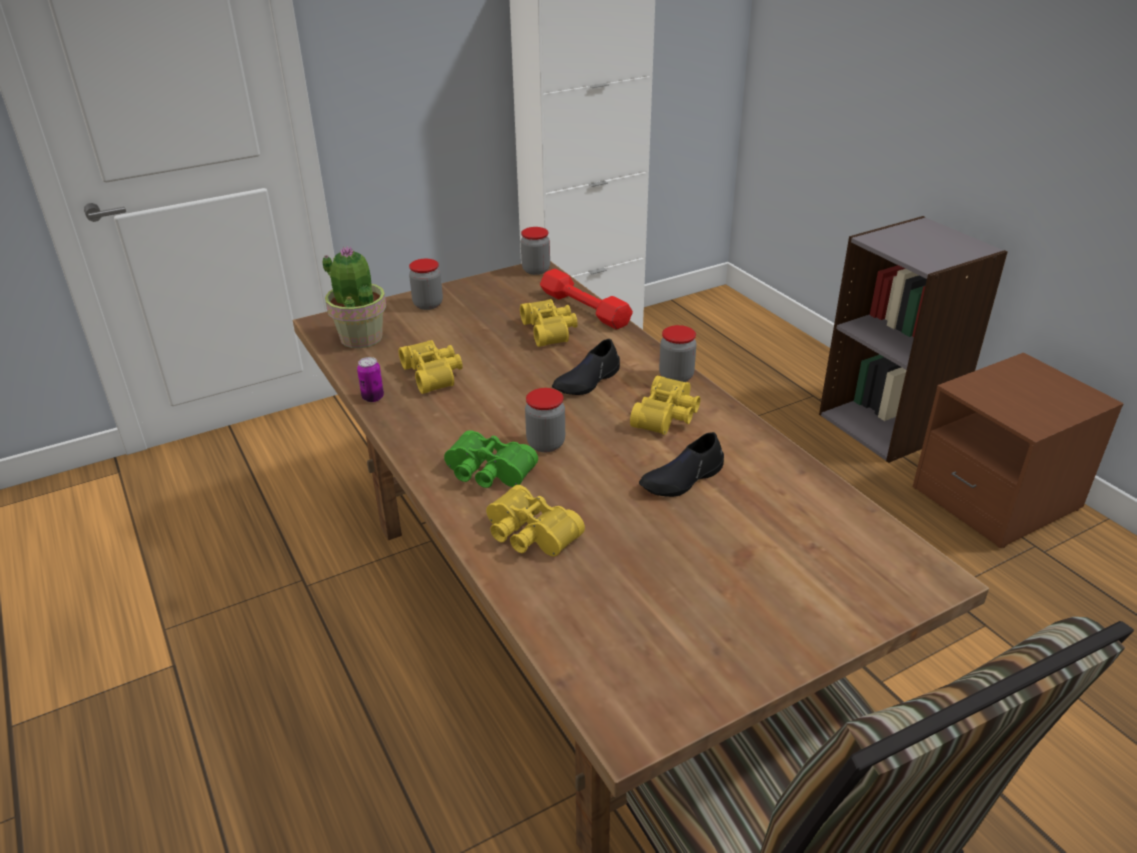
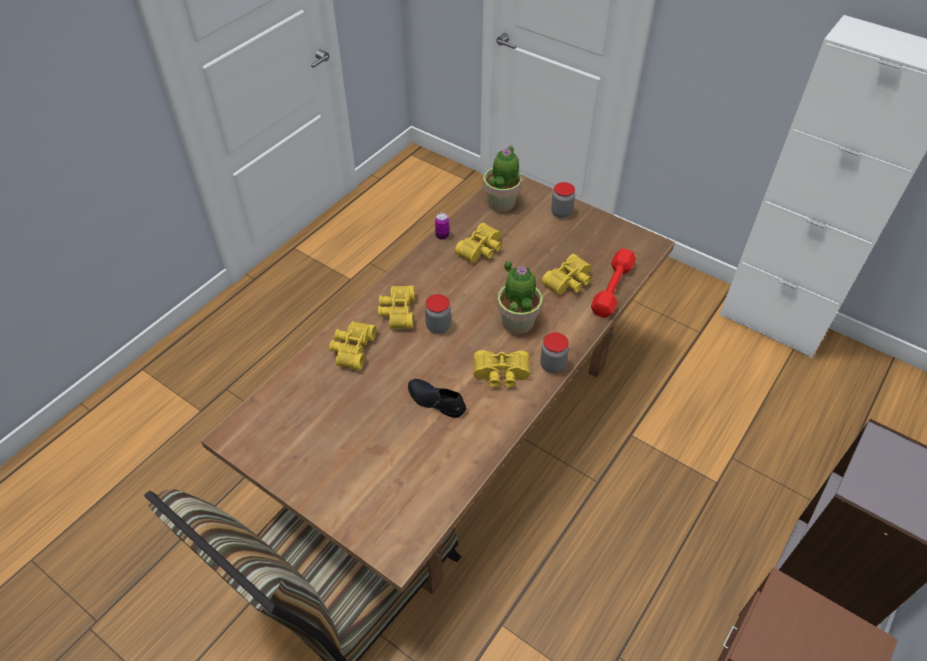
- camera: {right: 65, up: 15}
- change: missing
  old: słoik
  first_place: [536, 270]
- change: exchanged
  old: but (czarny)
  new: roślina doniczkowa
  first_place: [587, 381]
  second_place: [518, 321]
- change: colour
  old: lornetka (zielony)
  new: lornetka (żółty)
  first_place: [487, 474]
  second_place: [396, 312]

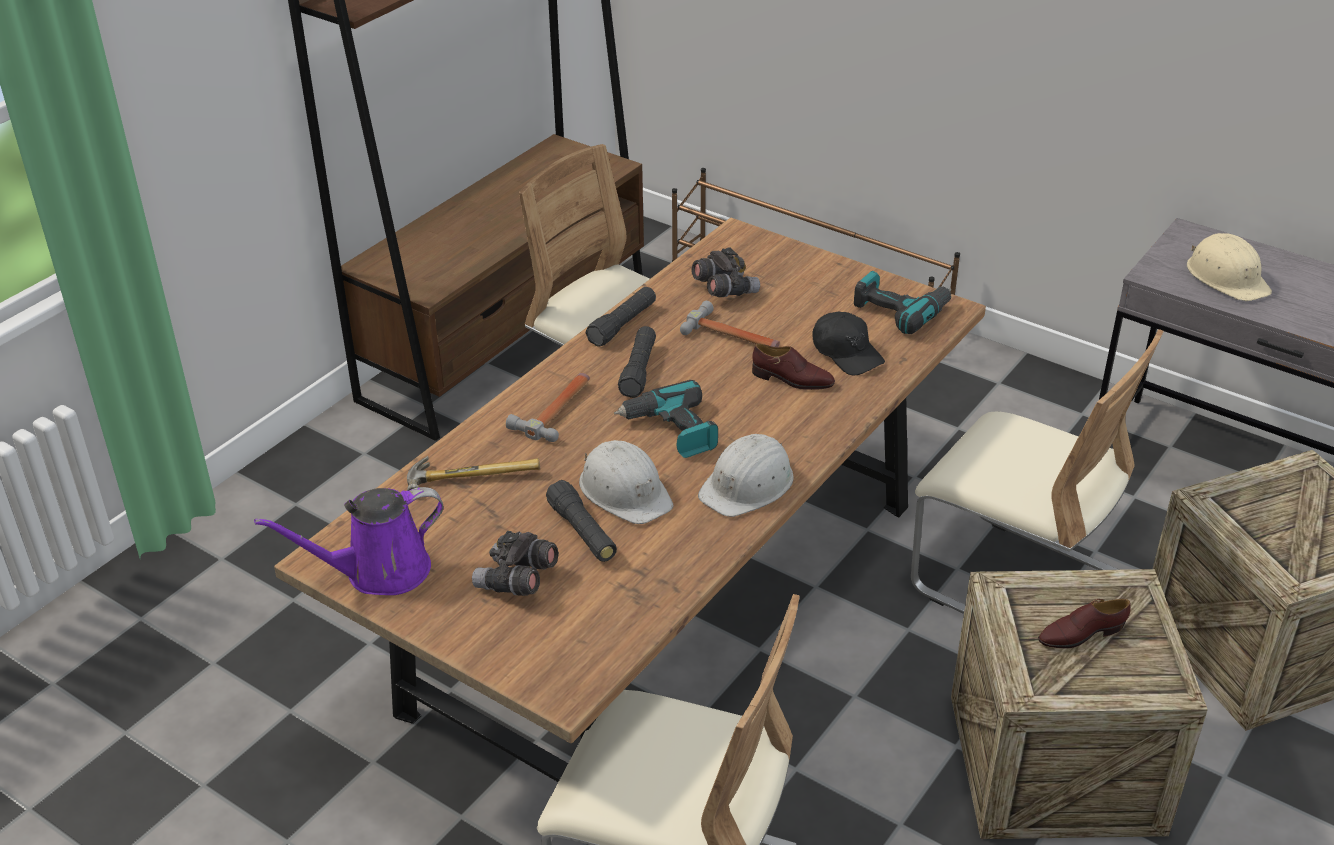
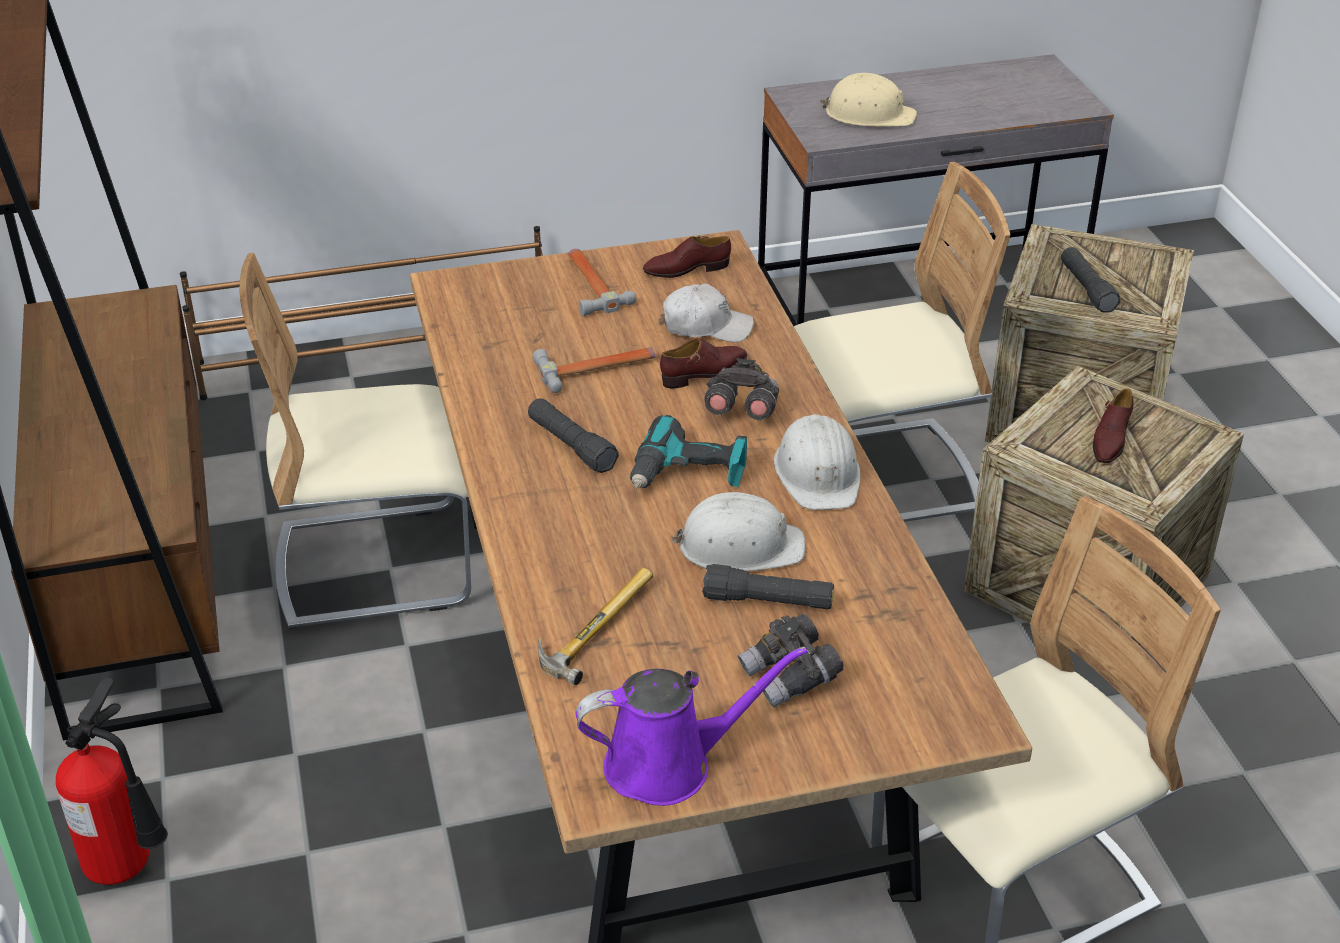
- camera: {right: -50, up: 0}
- change: appeared
  new: gaśnica
  second_place: [129, 865]
- change: relocated
  old: młotek
  first_place: [557, 409]
  second_place: [591, 285]
- change: relocated
  old: latarka (czarny)
  first_place: [622, 325]
  second_place: [1086, 289]
- change: relocated
  old: lornetka (szary)
  first_place: [724, 290]
  second_place: [741, 411]
- change: exchanged
  old: wiertarka
  new: but (brązowy)
  first_place: [900, 310]
  second_place: [686, 269]
- change: colour
  old: czapka z daszkiem (czarny)
  new: czapka z daszkiem (biały)
  first_place: [846, 353]
  second_place: [706, 326]
- change: spun
  old: konewka (fioletowy)
  first_place: [379, 572]
  second_place: [669, 764]
  degrees: -120

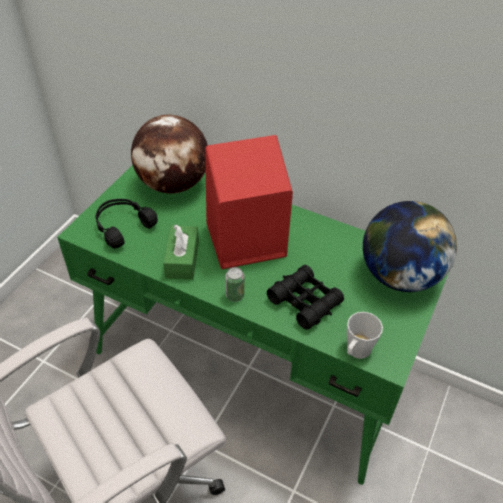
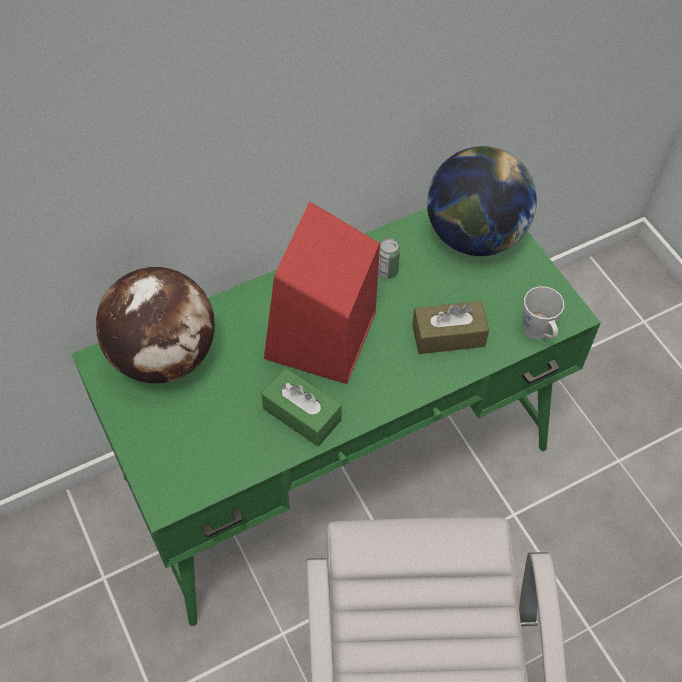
- camera: {right: -55, up: 10}
- change: missing
  old: słuchawki (czarny)
  first_place: [122, 226]
- change: relocated
  old: puszka
  first_place: [234, 295]
  second_place: [387, 271]
- change: exchanged
  old: lornetka (czarny)
  new: pudełko chusteczek (brązowy)
  first_place: [304, 301]
  second_place: [448, 335]

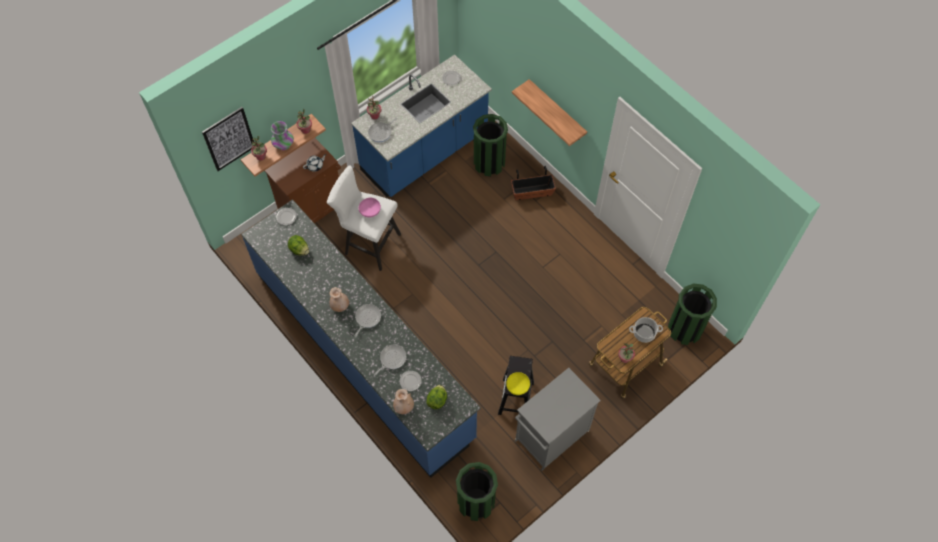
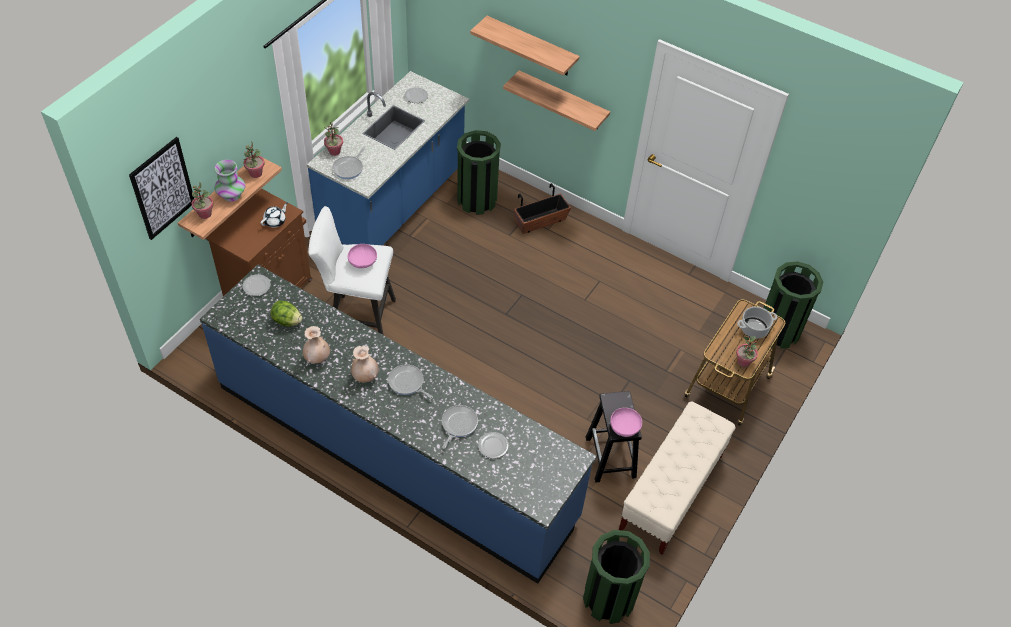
- camera: {right: -20, up: -10}
- change: missing
  old: sałata
  first_place: [437, 400]
- change: appeared
  new: półka
  second_place: [531, 47]
- change: relocated
  old: wazon (beżowy)
  first_place: [403, 407]
  second_place: [317, 358]
- change: exchanged
  old: szafka (szary)
  new: ławka (beżowy)
  first_place: [551, 436]
  second_place: [671, 492]
- change: colour
  old: miska (żółty)
  new: miska (różowy)
  first_place: [518, 387]
  second_place: [625, 428]
- change: spun
  old: patelnia
  first_place: [367, 318]
  second_place: [407, 383]
  degrees: -60

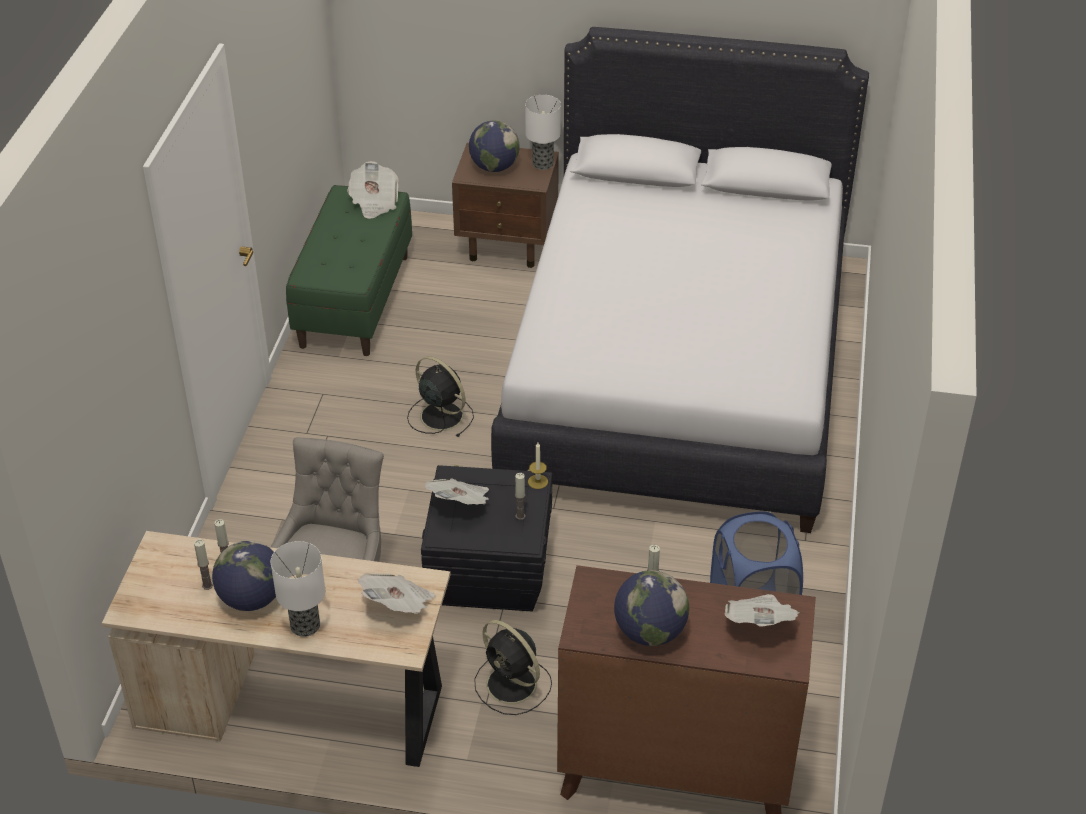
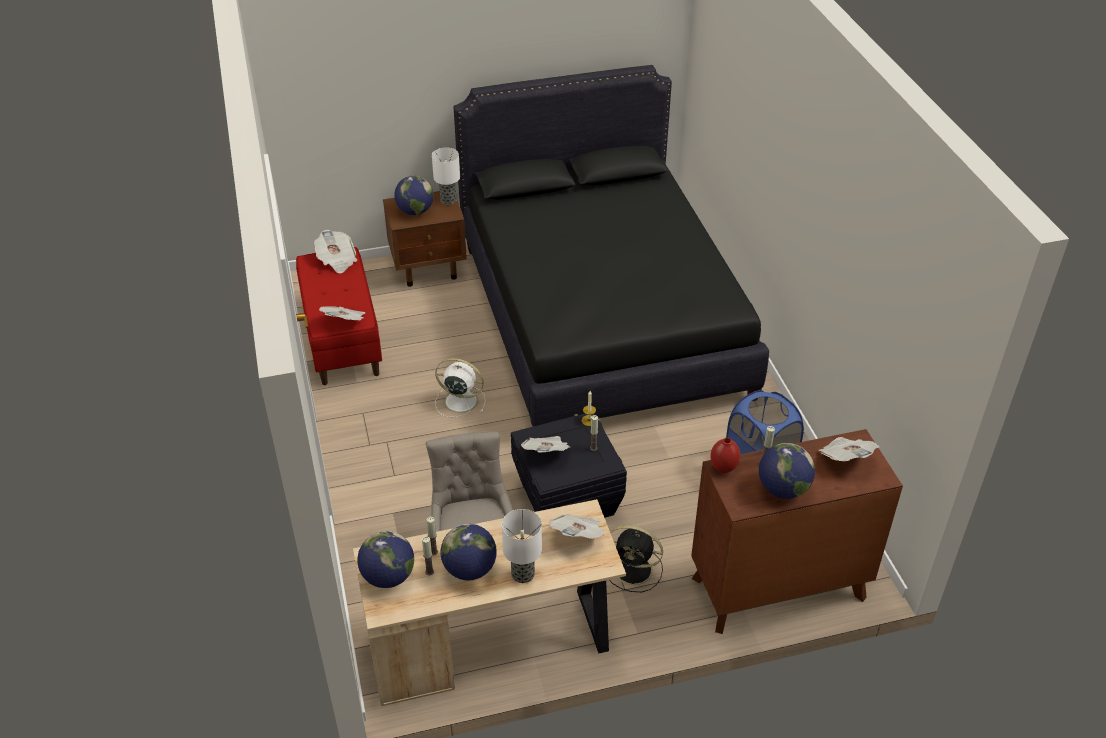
- camera: {right: -25, up: 0}
- change: appeared
  new: gazeta
  second_place: [345, 322]
- change: appeared
  new: globus
  second_place: [388, 577]
- change: appeared
  new: wazon (czerwony)
  second_place: [723, 468]
- change: colour
  old: ławka (zielony)
  new: ławka (czerwony)
  first_place: [354, 300]
  second_place: [342, 339]
- change: colour
  old: wentylator (czarny)
  new: wentylator (biały)
  first_place: [440, 415]
  second_place: [459, 401]
- change: colour
  old: łóżko (biały)
  new: łóżko (czarny)
  first_place: [677, 368]
  second_place: [601, 318]

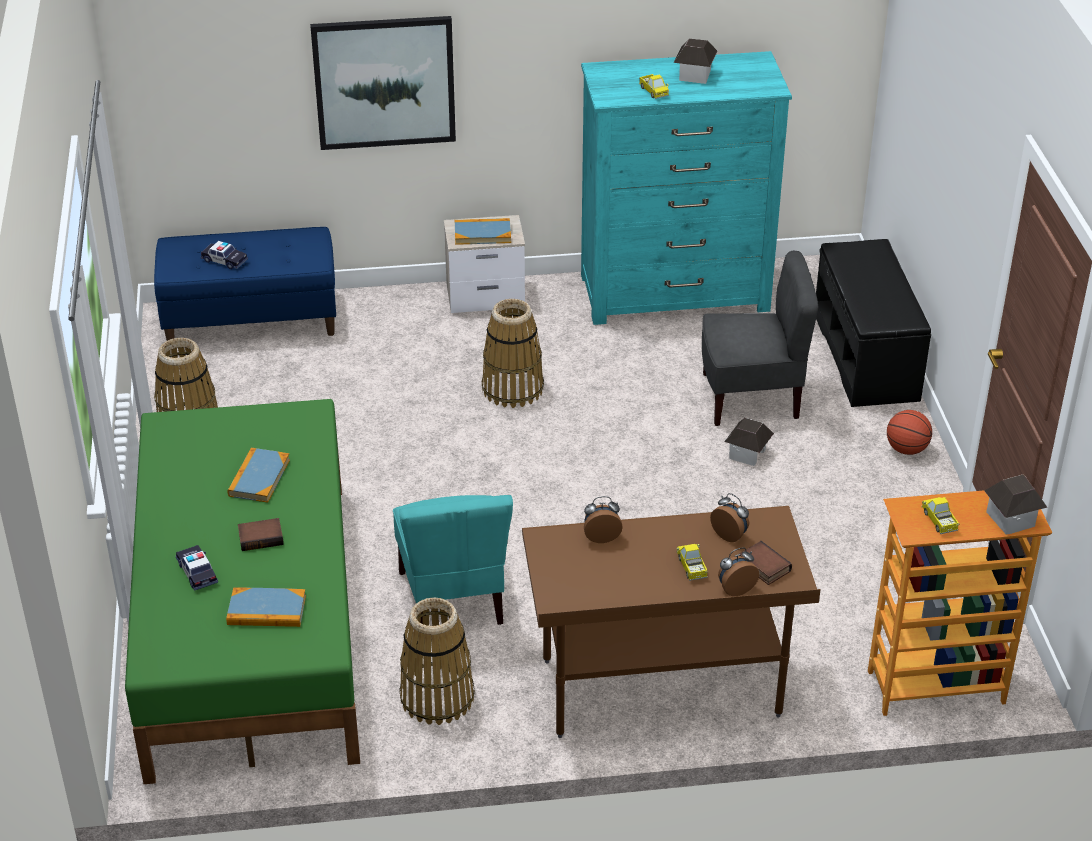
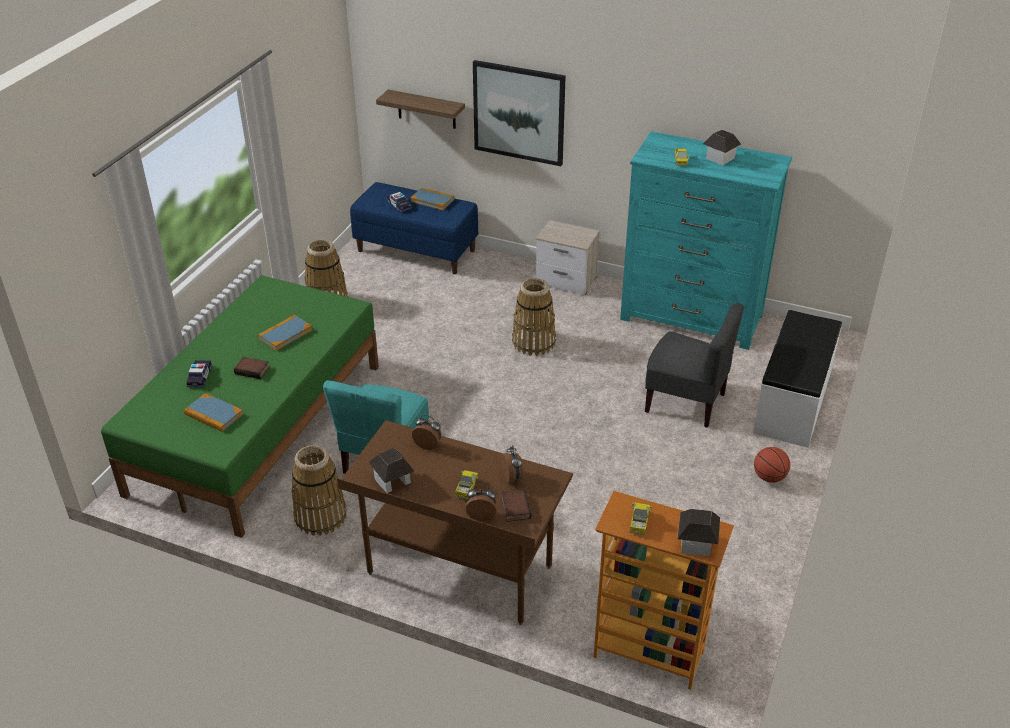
- camera: {right: 30, up: 0}
- change: appeared
  new: półka
  second_place: [426, 109]
- change: relocated
  old: książka
  first_place: [482, 234]
  second_place: [432, 200]
- change: relocated
  old: domek
  first_place: [747, 454]
  second_place: [392, 480]
- change: colour
  old: ławka (czarny)
  new: ławka (biały)
  first_place: [866, 356]
  second_place: [794, 402]

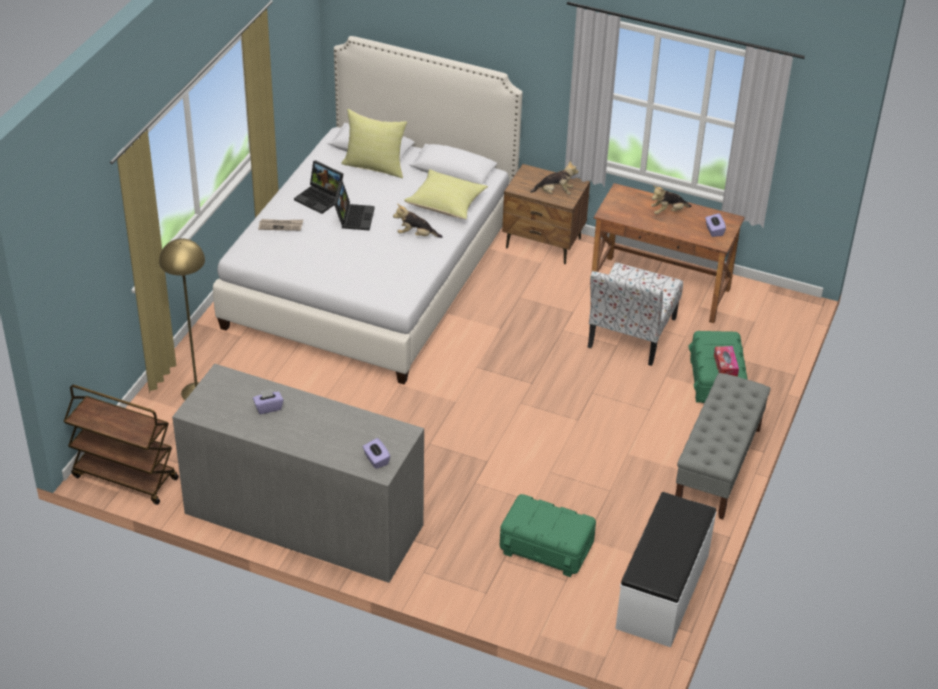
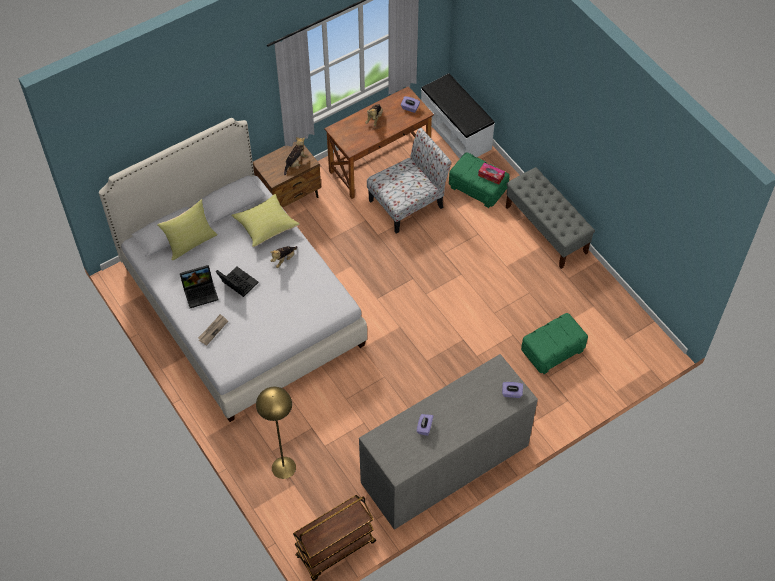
- camera: {right: -55, up: 15}
- change: relocated
  old: ławka (biały)
  first_place: [663, 591]
  second_place: [456, 131]
- change: spun
  old: krzesło
  first_place: [631, 334]
  second_place: [408, 203]
  degrees: -90

